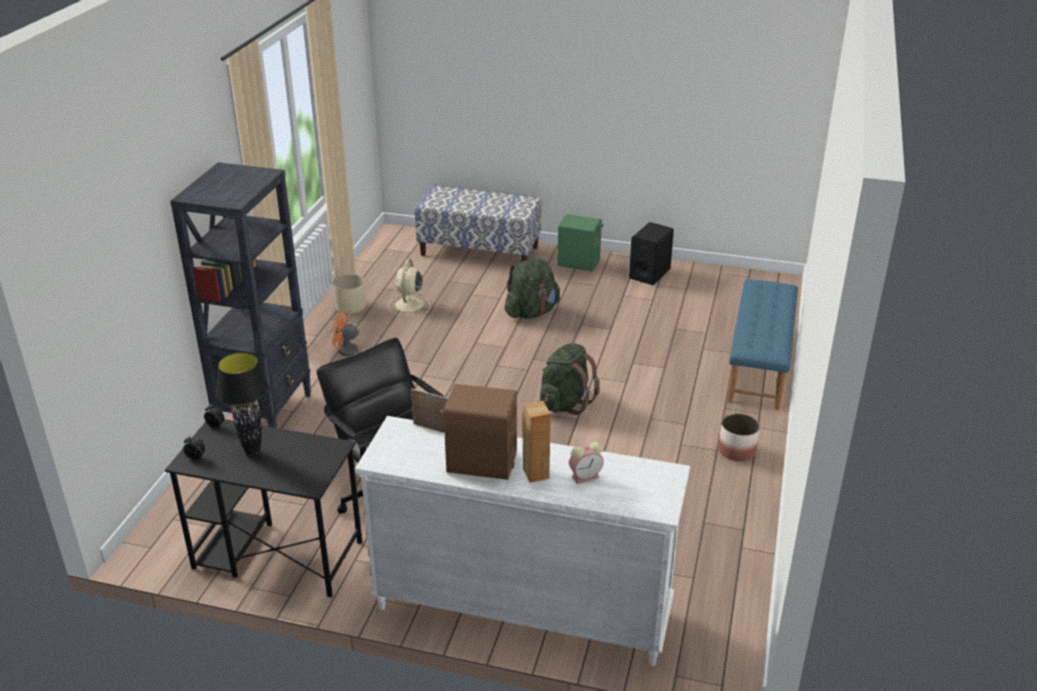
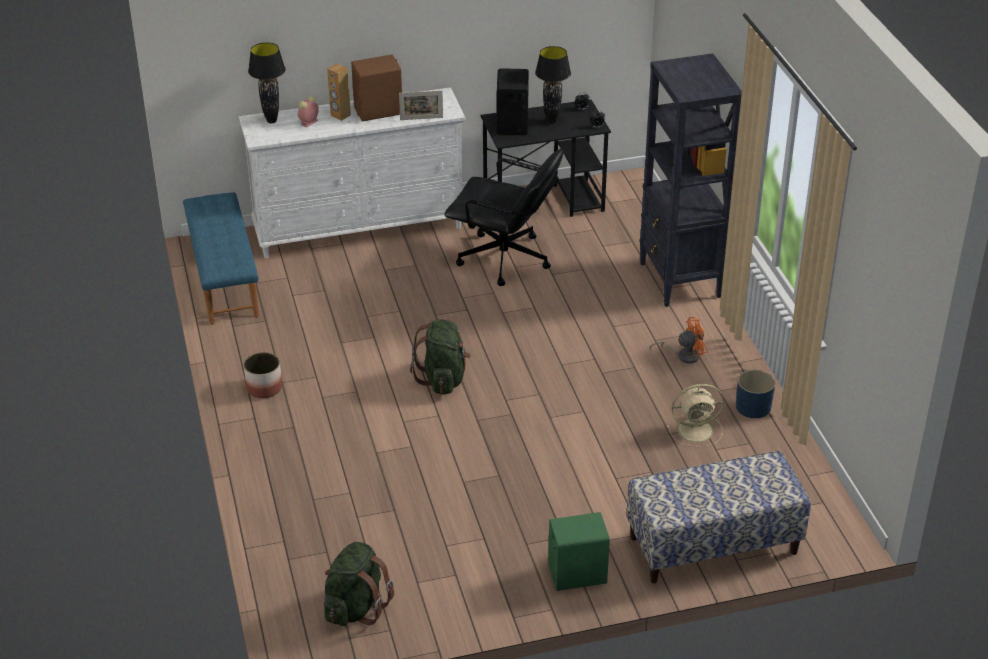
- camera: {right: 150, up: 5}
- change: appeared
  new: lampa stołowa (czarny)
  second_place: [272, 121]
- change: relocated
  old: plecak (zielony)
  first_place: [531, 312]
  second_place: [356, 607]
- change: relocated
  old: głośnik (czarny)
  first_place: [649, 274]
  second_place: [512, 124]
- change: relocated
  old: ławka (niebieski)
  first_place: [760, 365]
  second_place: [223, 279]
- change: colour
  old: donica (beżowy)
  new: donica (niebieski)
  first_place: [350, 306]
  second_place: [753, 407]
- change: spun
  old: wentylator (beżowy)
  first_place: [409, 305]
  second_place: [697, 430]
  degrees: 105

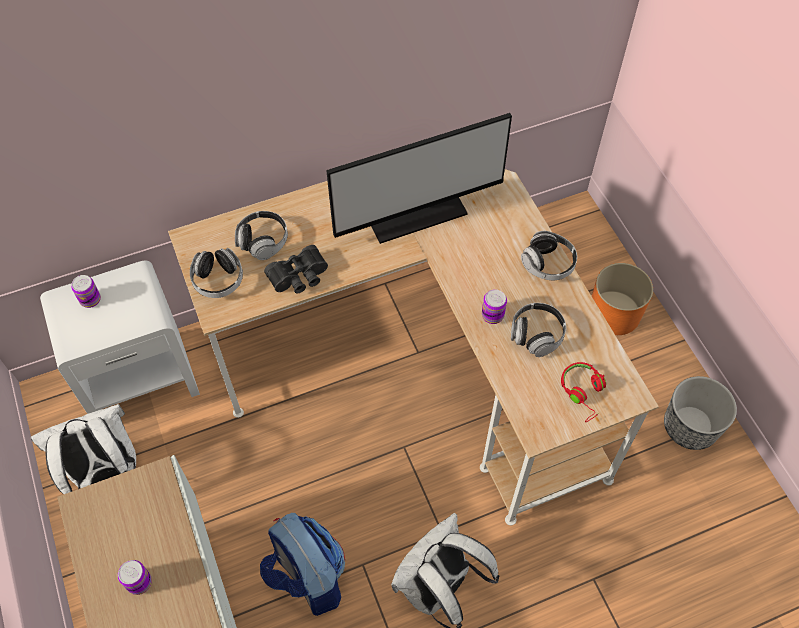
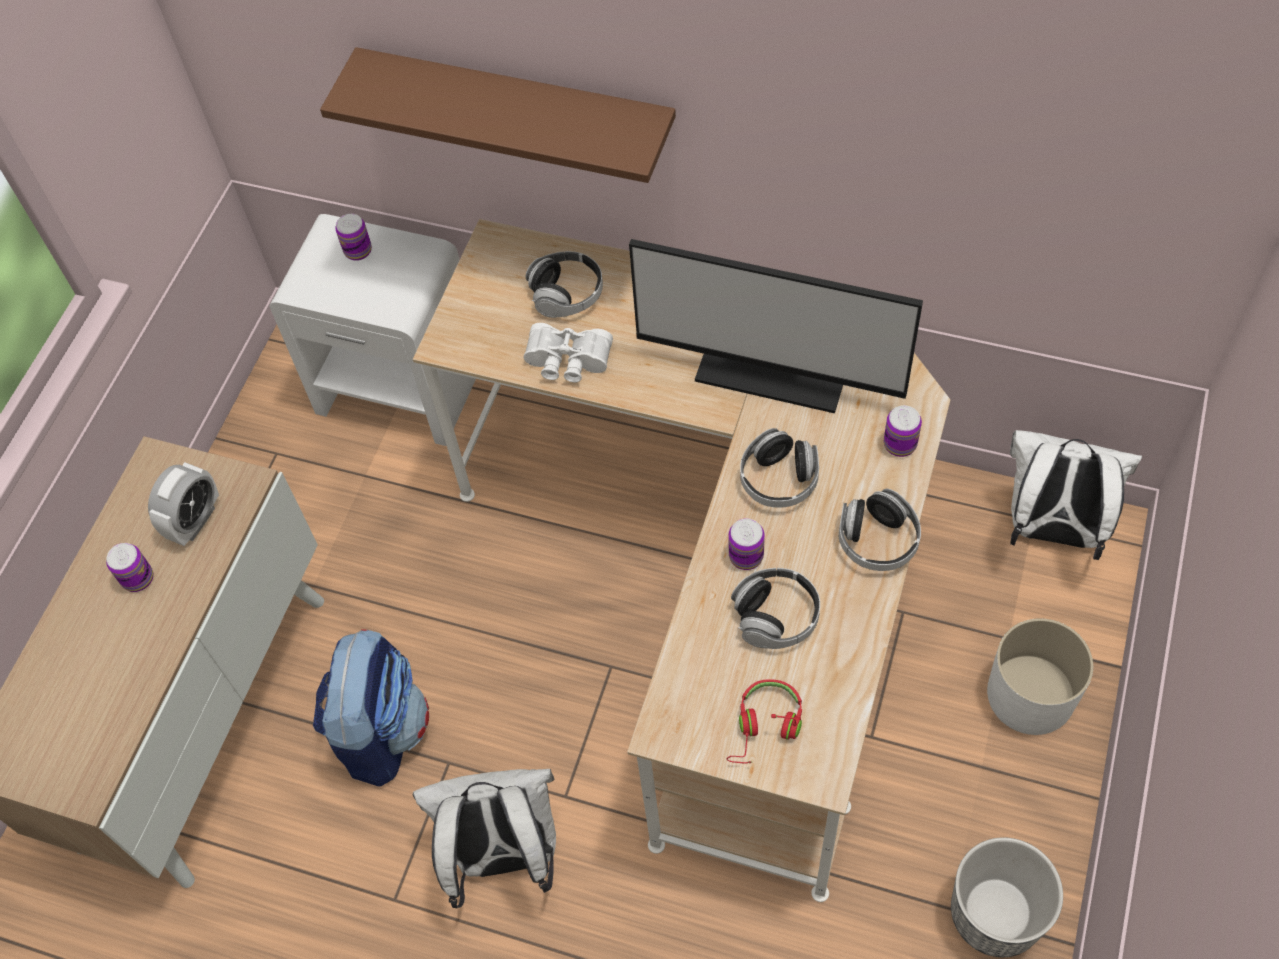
- camera: {right: 45, up: 0}
- change: appeared
  new: budzik
  second_place: [195, 521]
- change: appeared
  new: półka (brązowy)
  second_place: [517, 111]
- change: appeared
  new: puszka
  second_place: [900, 444]
- change: relocated
  old: plecak (biały)
  first_place: [105, 473]
  second_place: [1051, 531]
- change: relocated
  old: słuchawki
  first_place: [218, 280]
  second_place: [779, 480]
- change: colour
  old: lornetka (czarny)
  new: lornetka (biały)
  first_place: [299, 277]
  second_place: [567, 362]
- change: colour
  old: donica (pomarańczowy)
  new: donica (biały)
  first_place: [613, 313]
  second_place: [1030, 694]

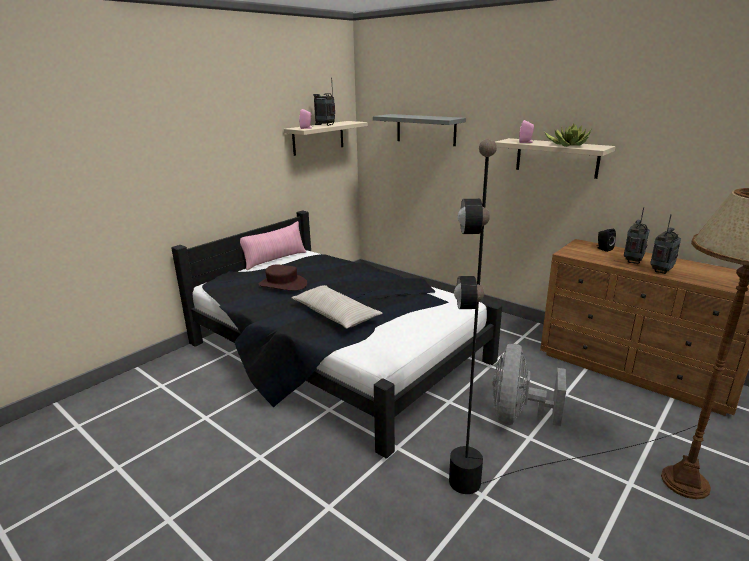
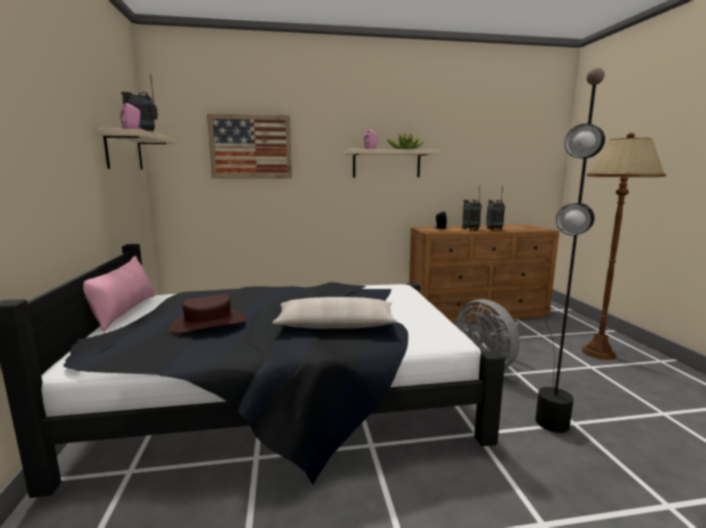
- camera: {right: -50, up: -10}
- change: exchanged
  old: półka (szary)
  new: obraz
  first_place: [425, 129]
  second_place: [251, 147]

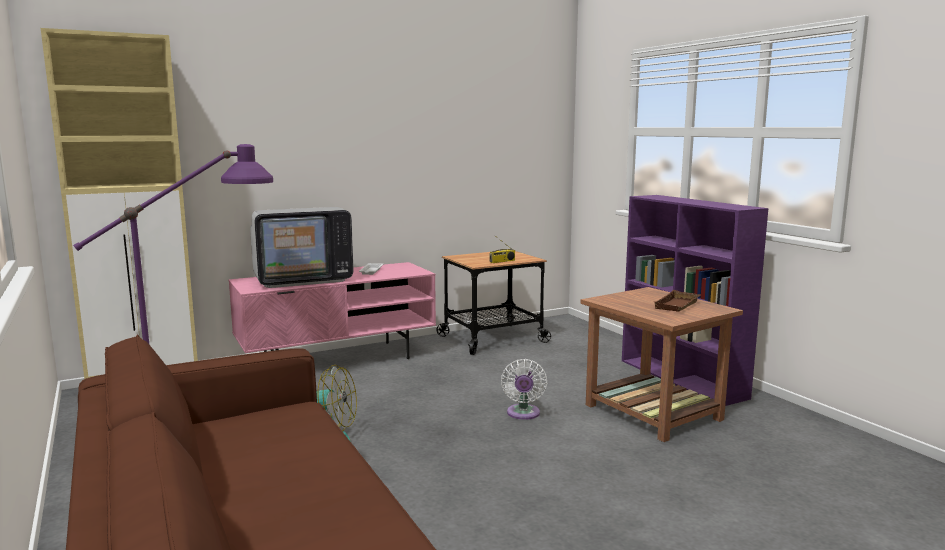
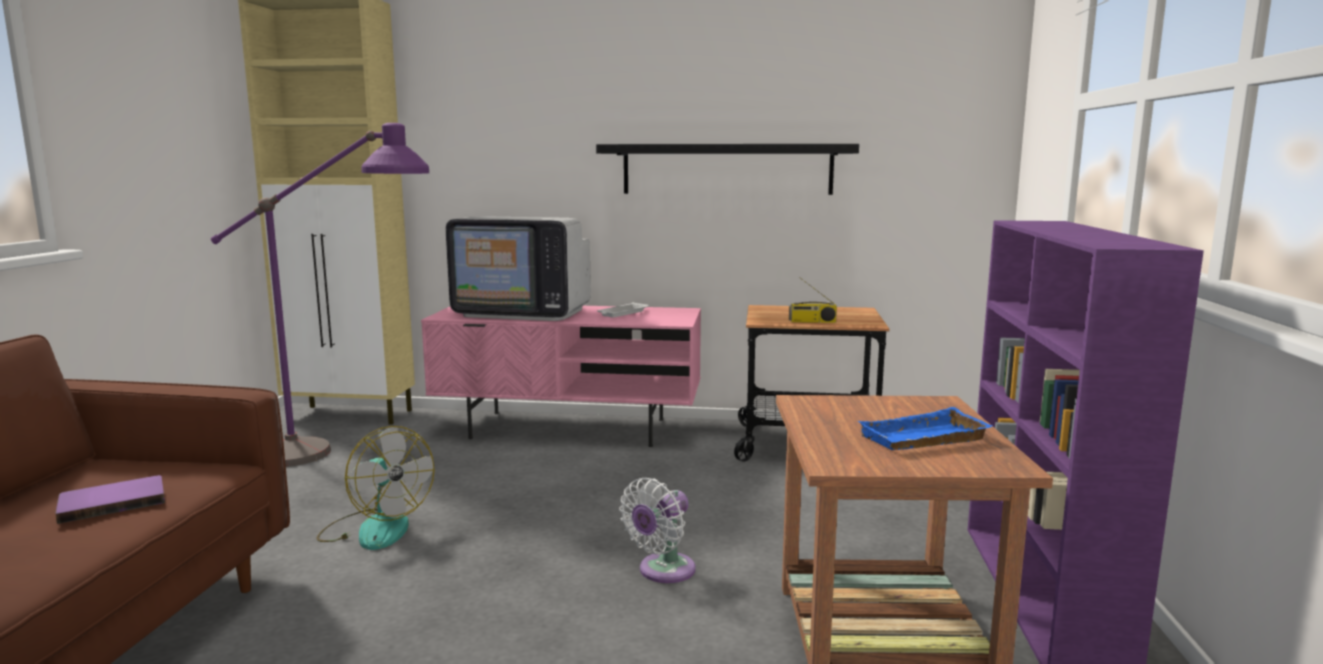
- camera: {right: 35, up: 0}
- change: appeared
  new: książka (fioletowy)
  second_place: [112, 502]
- change: appeared
  new: półka (czarny)
  second_place: [727, 169]
- change: colour
  old: taca (brązowy)
  new: taca (niebieski)
  first_place: [678, 306]
  second_place: [924, 440]

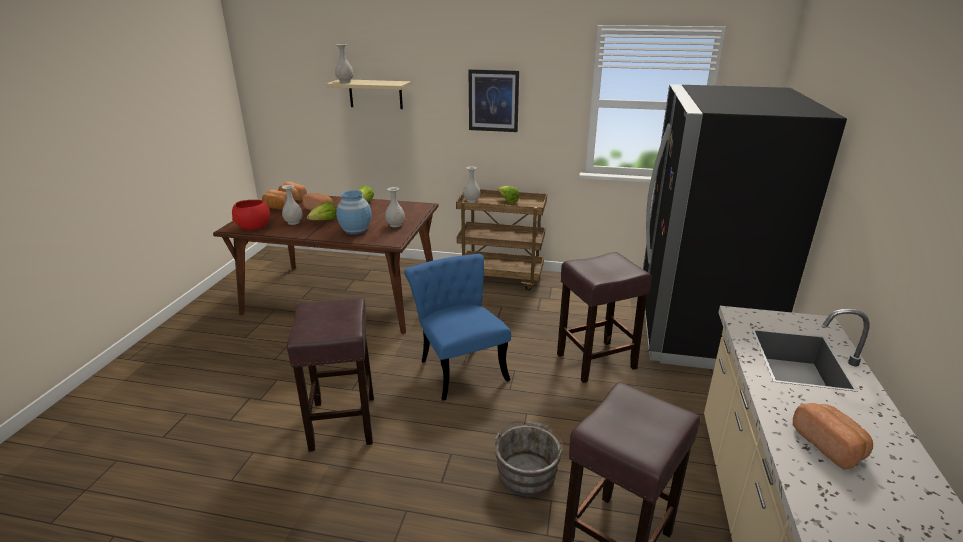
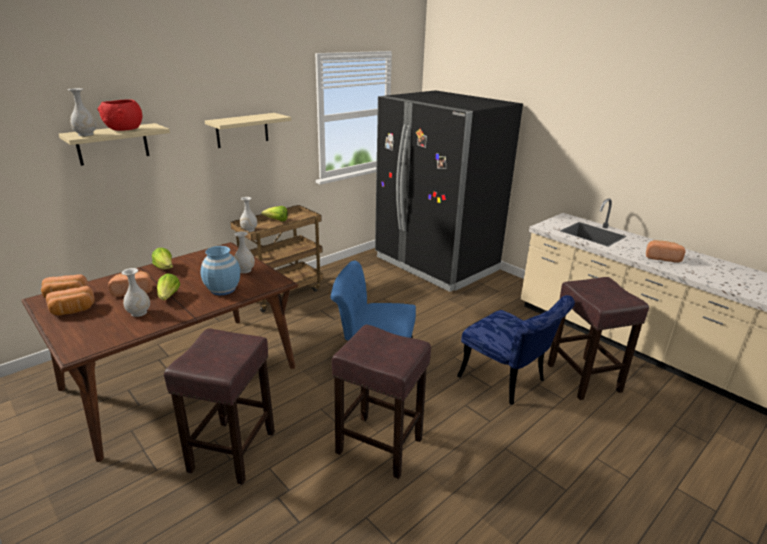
- camera: {right: -55, up: 0}
- change: relocated
  old: miska (czerwony)
  first_place: [253, 227]
  second_place: [124, 130]
- change: relocated
  old: stołek (brązowy)
  first_place: [595, 362]
  second_place: [232, 452]
- change: exchanged
  old: obraz
  new: półka (beżowy)
  first_place: [493, 100]
  second_place: [242, 130]
- change: exchanged
  old: wiadro (szary)
  new: krzesło (niebieski)
  first_place: [527, 471]
  second_place: [507, 381]

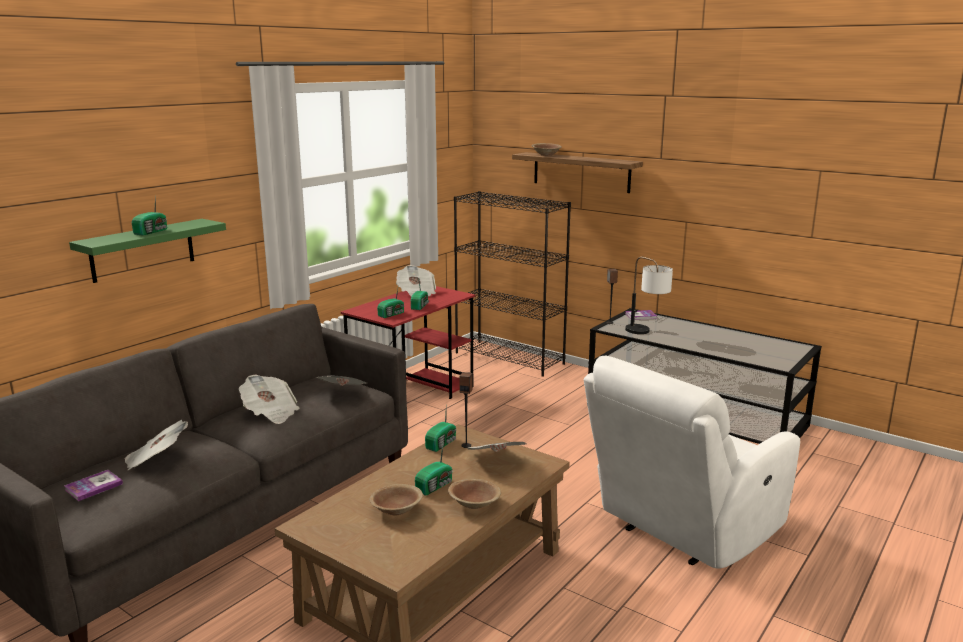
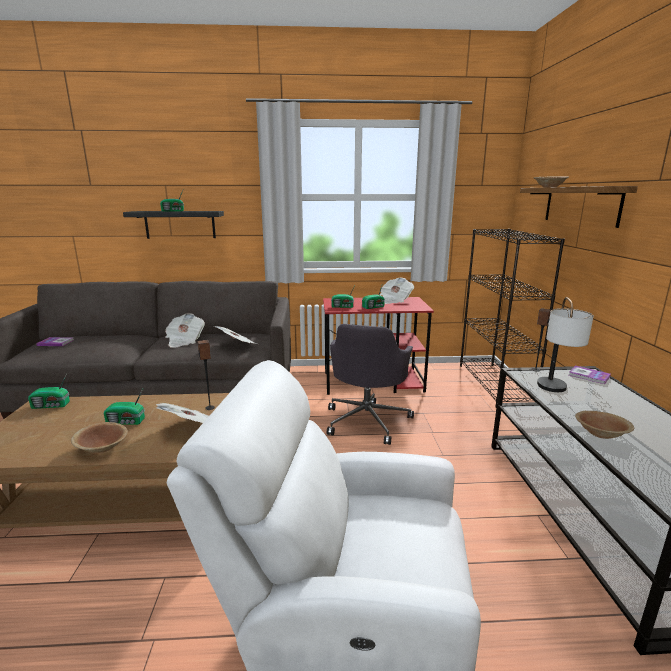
- camera: {right: 50, up: 0}
- change: missing
  old: gazeta
  first_place: [156, 460]
- change: appeared
  new: krzesło biurowe (szary)
  second_place: [367, 420]
- change: relocated
  old: miska (brązowy)
  first_place: [396, 510]
  second_place: [601, 434]
- change: relocated
  old: radio
  first_place: [442, 443]
  second_place: [51, 405]
- change: colour
  old: półka (zielony)
  new: półka (czarny)
  first_place: [142, 250]
  second_place: [180, 224]

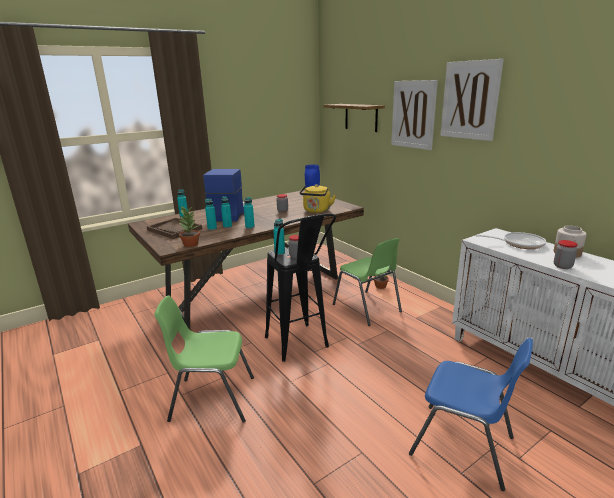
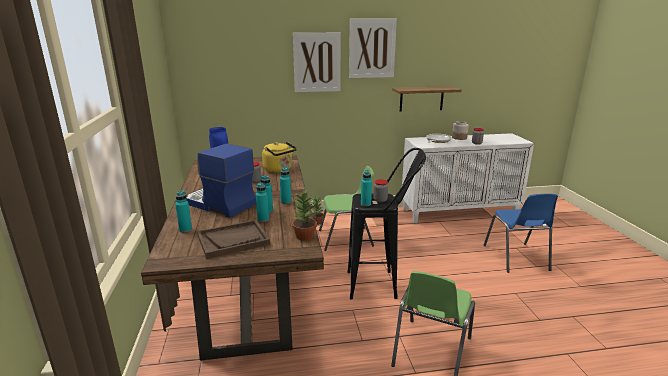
- camera: {right: -65, up: 0}
- change: relocated
  old: półka
  first_place: [361, 117]
  second_place: [421, 99]
- change: spun
  old: krzesło (niebieski)
  first_place: [463, 446]
  second_place: [516, 258]
  degrees: 120

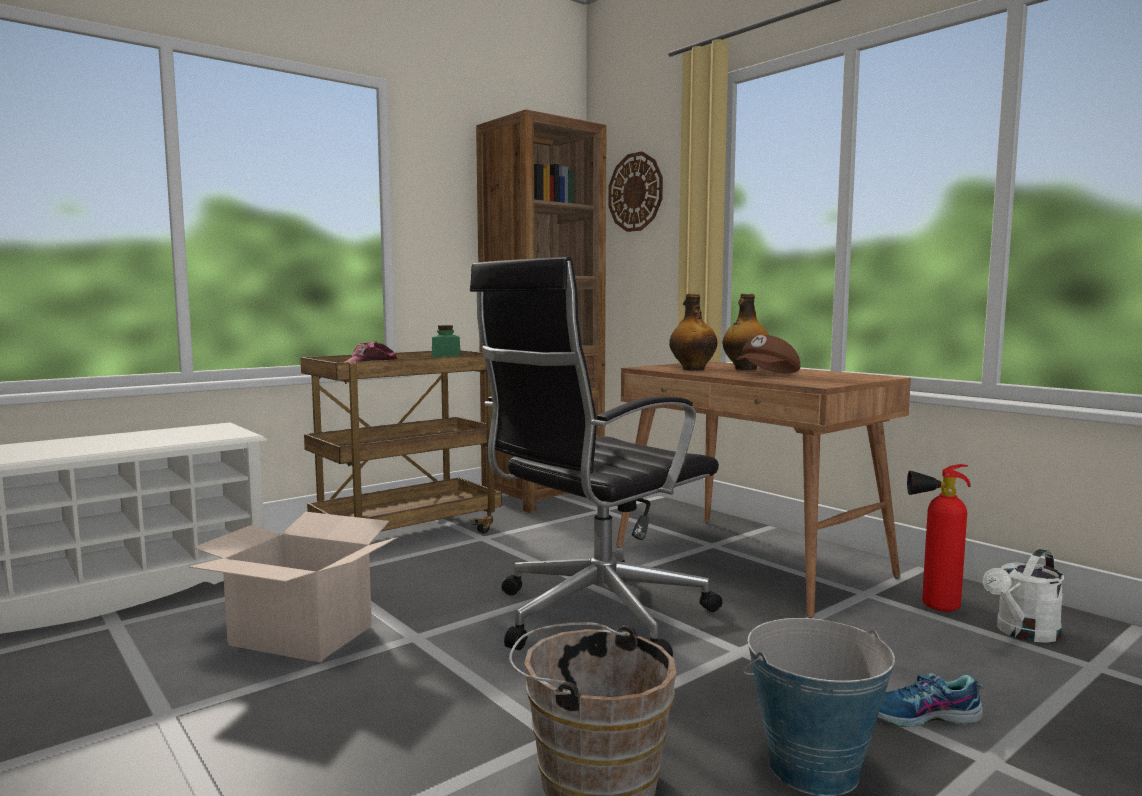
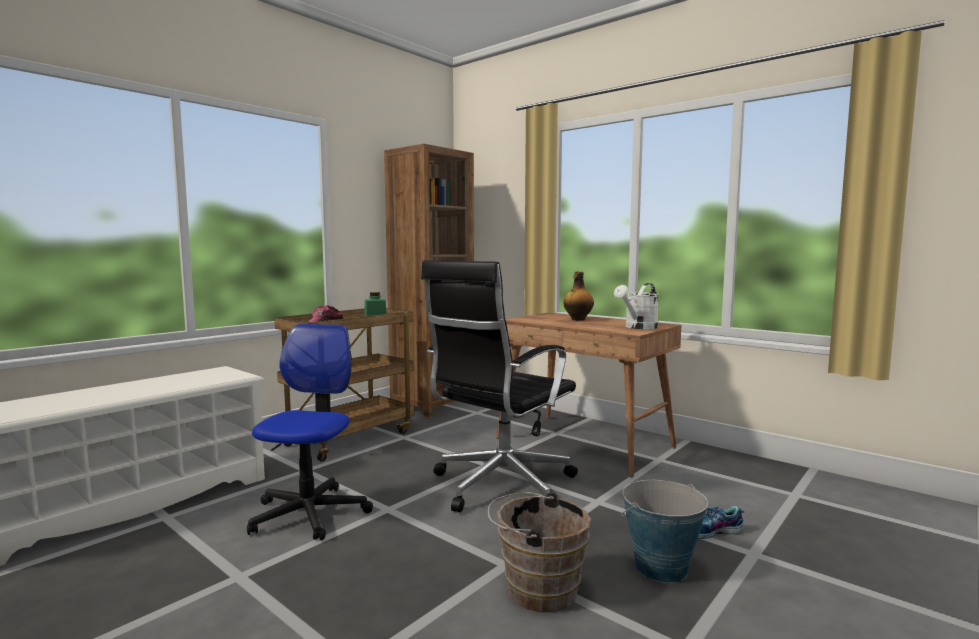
- camera: {right: -10, up: 0}
- change: missing
  old: zegar ścienny
  first_place: [635, 192]
- change: missing
  old: butelka
  first_place: [692, 369]
- change: missing
  old: czapka z daszkiem (brązowy)
  first_place: [767, 375]
- change: missing
  old: gaśnica
  first_place: [931, 607]
- change: relocated
  old: konewka (biały)
  first_place: [1023, 633]
  second_place: [638, 327]
- change: exchanged
  old: karton
  new: krzesło biurowe
  first_place: [302, 635]
  second_place: [309, 514]

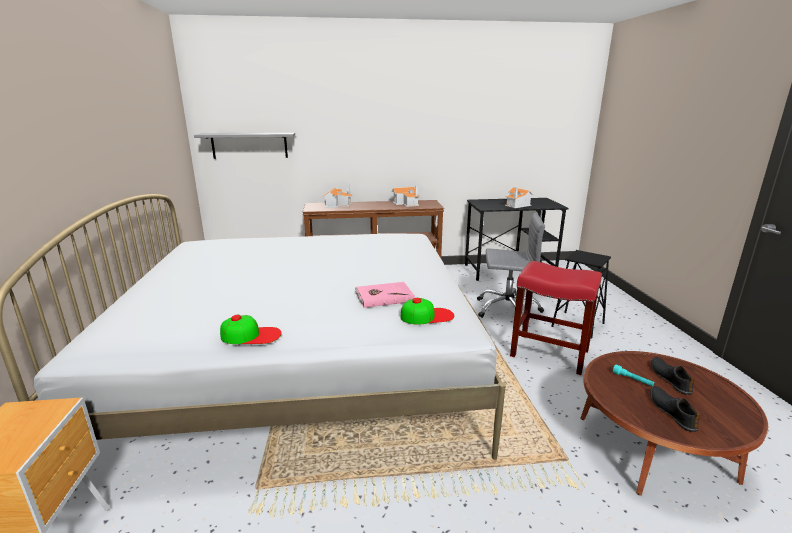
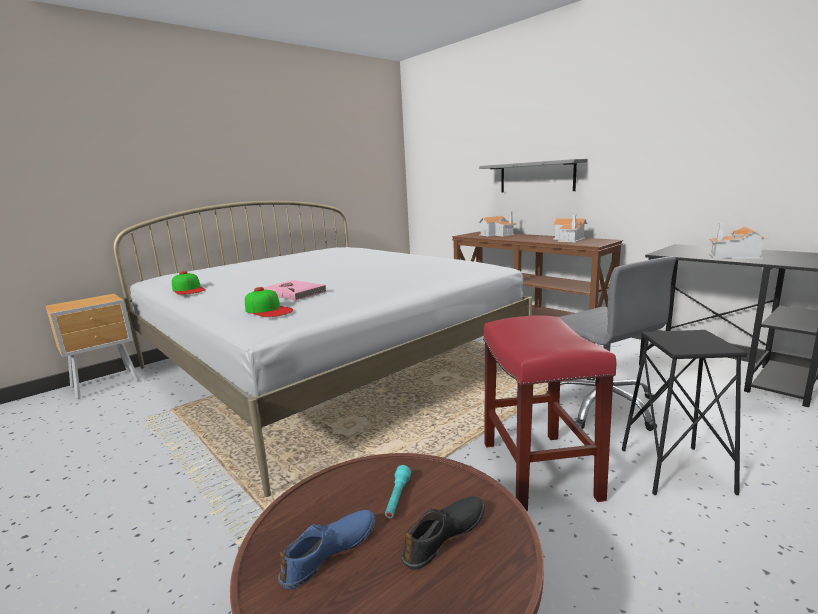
- camera: {right: 55, up: -5}
- change: relocated
  old: półka (szary)
  first_place: [249, 145]
  second_place: [536, 177]
- change: colour
  old: but (czarny)
  new: but (niebieski)
  first_place: [672, 411]
  second_place: [330, 552]

